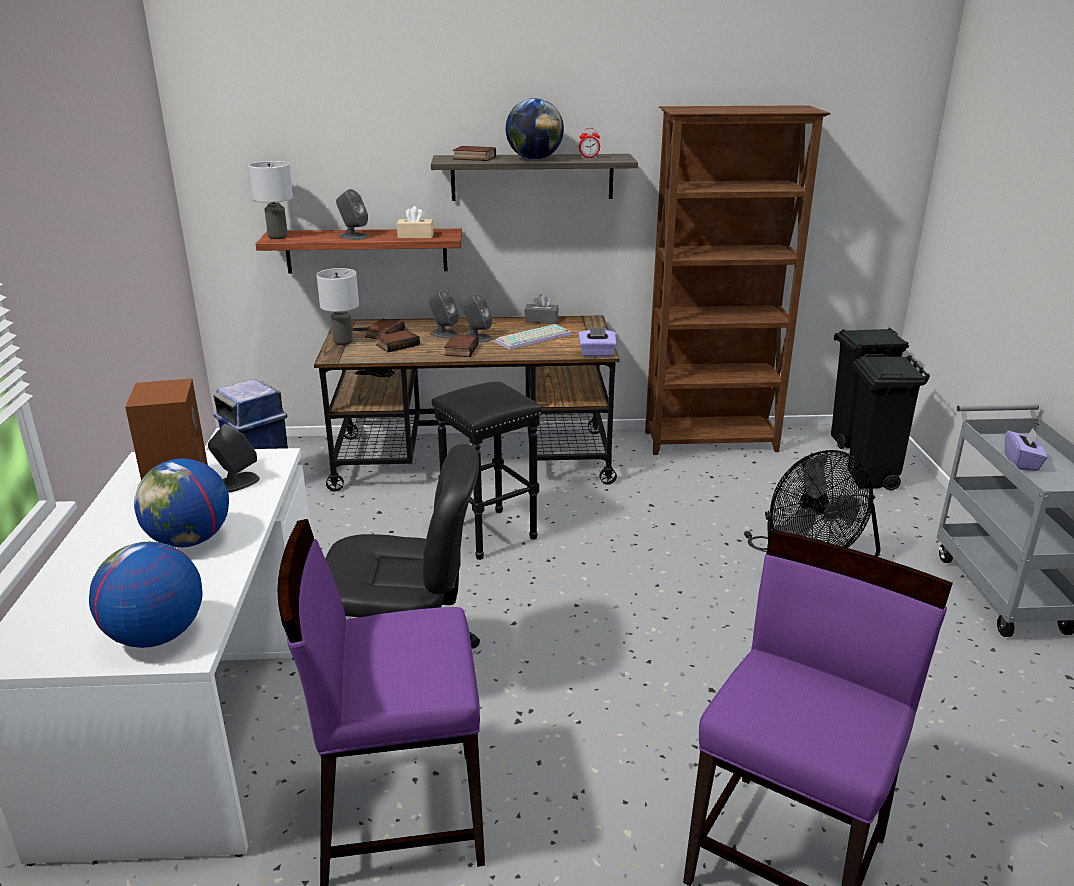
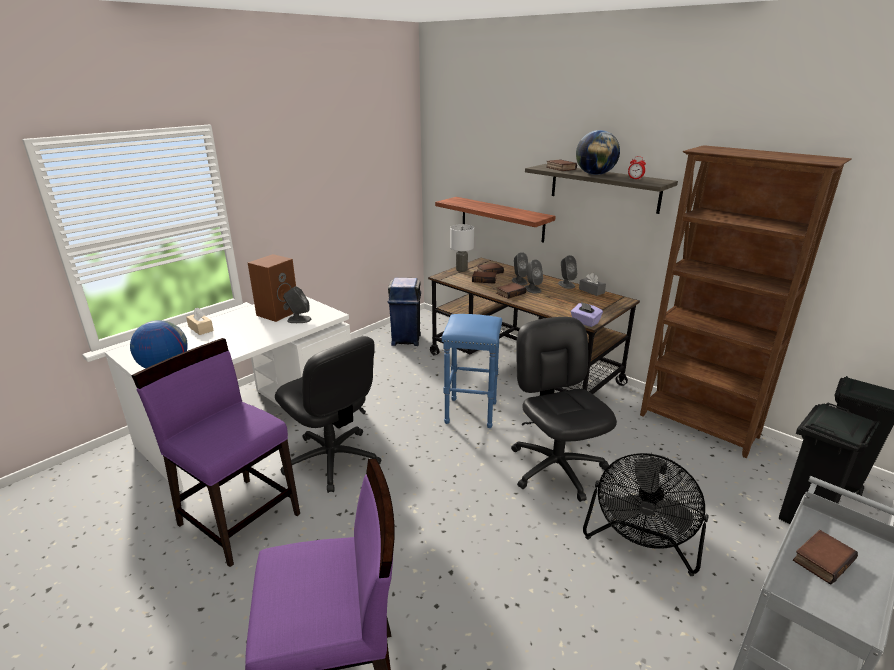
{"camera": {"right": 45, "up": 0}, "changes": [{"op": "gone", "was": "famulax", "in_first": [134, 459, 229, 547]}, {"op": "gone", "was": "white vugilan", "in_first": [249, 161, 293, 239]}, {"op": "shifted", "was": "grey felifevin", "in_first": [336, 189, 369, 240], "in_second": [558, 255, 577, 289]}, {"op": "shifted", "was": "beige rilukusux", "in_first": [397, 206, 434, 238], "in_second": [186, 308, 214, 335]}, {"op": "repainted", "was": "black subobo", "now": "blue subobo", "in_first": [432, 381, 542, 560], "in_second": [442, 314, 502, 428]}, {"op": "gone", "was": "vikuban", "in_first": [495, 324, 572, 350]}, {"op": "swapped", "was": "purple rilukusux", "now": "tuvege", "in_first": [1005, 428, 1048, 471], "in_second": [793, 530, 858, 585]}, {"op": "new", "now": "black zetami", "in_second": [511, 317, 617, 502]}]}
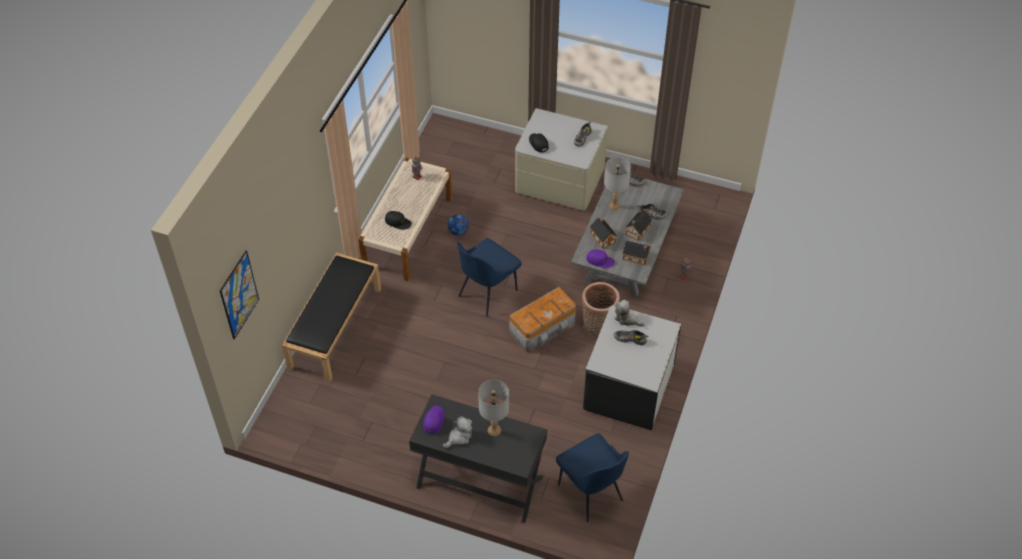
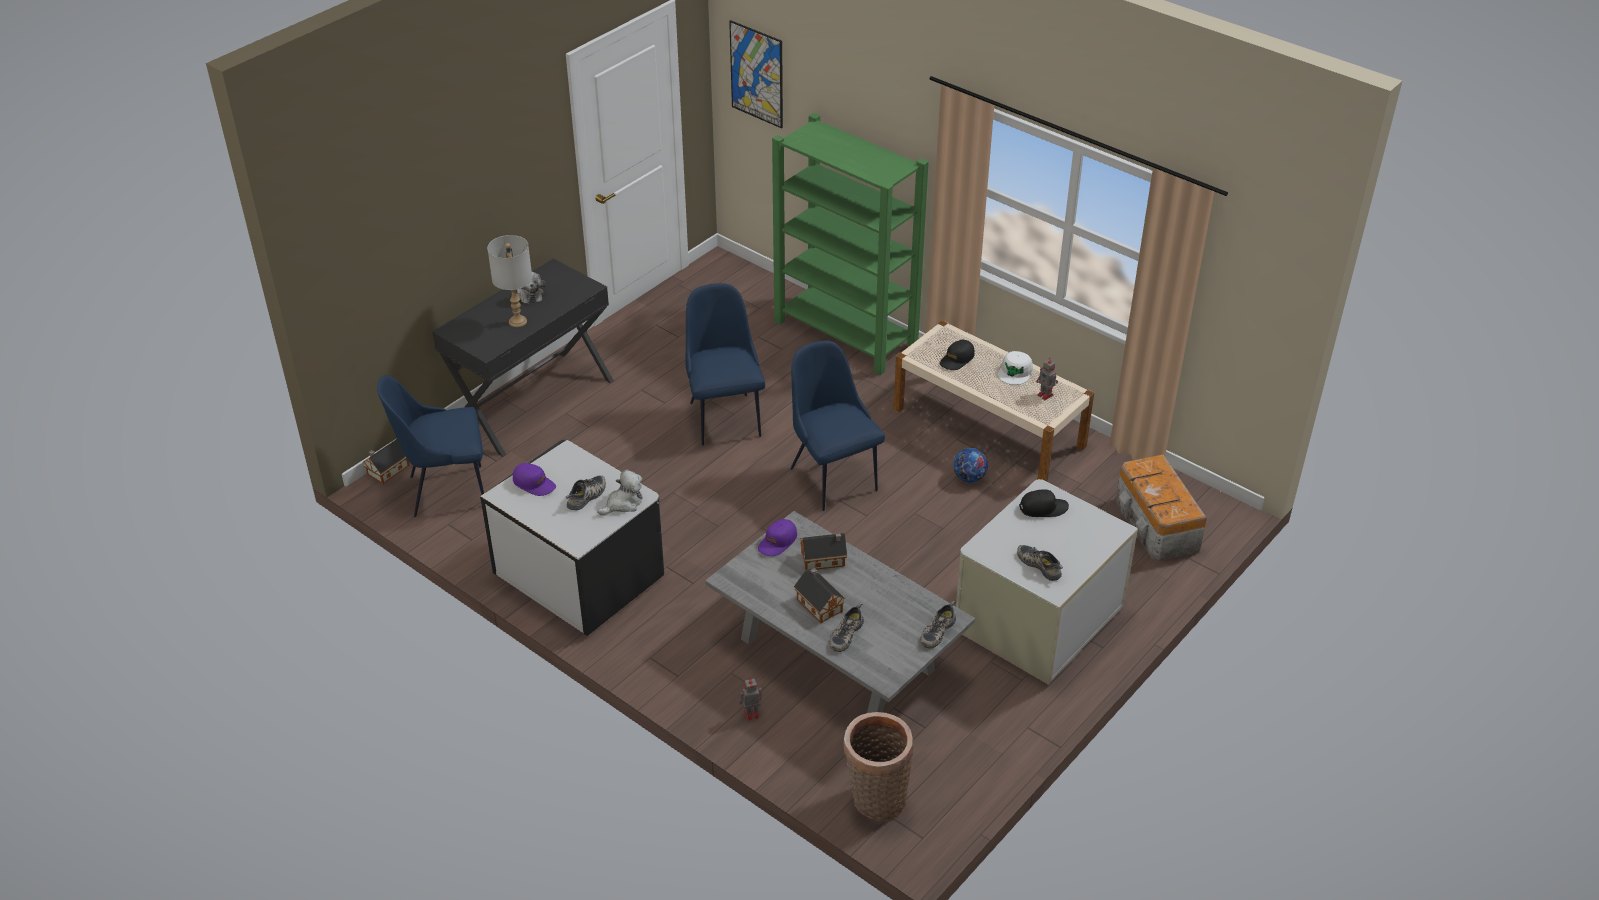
{"camera": {"right": 110, "up": -10}, "changes": [{"op": "swapped", "was": "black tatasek", "now": "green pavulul", "in_first": [282, 253, 381, 382], "in_second": [772, 113, 929, 375]}, {"op": "shifted", "was": "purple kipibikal", "in_first": [424, 406, 444, 434], "in_second": [513, 463, 556, 496]}, {"op": "shifted", "was": "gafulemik", "in_first": [509, 287, 576, 352], "in_second": [1116, 455, 1207, 561]}, {"op": "shifted", "was": "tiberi", "in_first": [582, 282, 620, 337], "in_second": [843, 712, 914, 821]}, {"op": "gone", "was": "grey vugilan", "in_first": [604, 157, 631, 210]}, {"op": "shifted", "was": "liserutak", "in_first": [623, 241, 651, 265], "in_second": [362, 439, 410, 484]}, {"op": "new", "now": "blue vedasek", "in_second": [685, 283, 765, 446]}, {"op": "new", "now": "white kipibikal", "in_second": [998, 351, 1033, 385]}]}
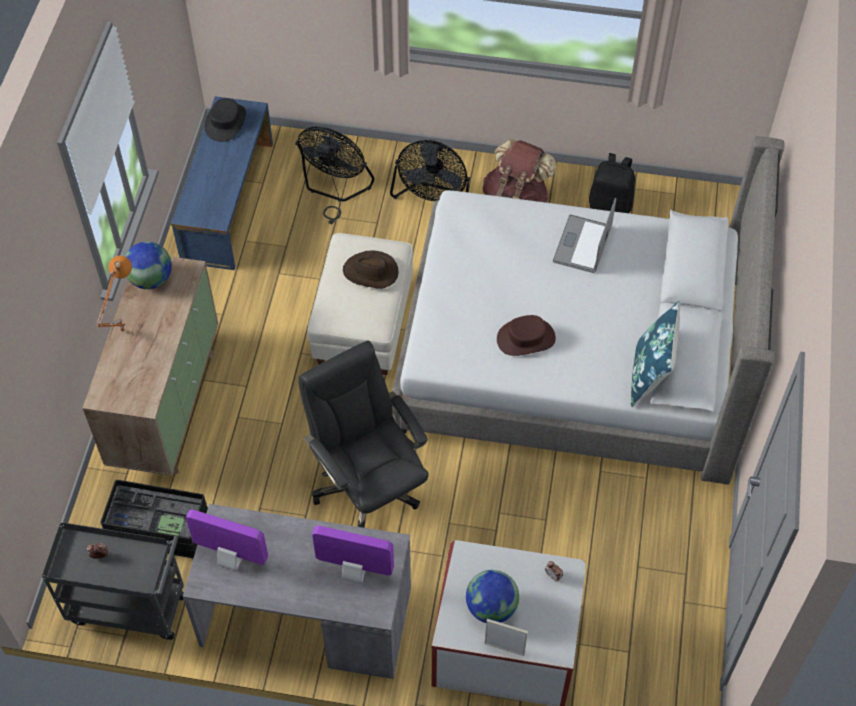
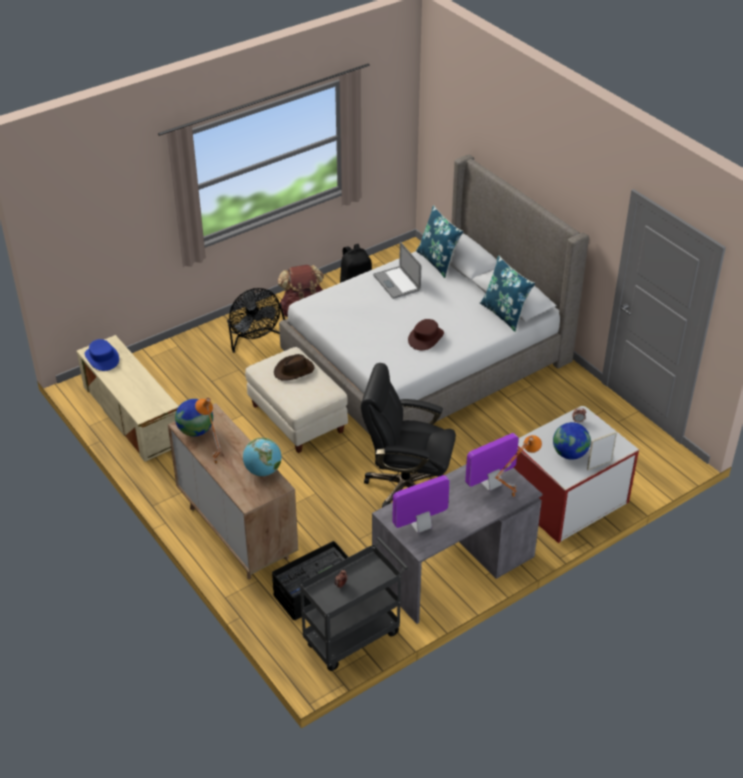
{"camera": {"right": -45, "up": -15}, "changes": [{"op": "repainted", "was": "blue tatasek", "now": "beige tatasek", "in_first": [171, 96, 273, 270], "in_second": [76, 335, 179, 462]}, {"op": "repainted", "was": "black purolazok", "now": "blue purolazok", "in_first": [205, 98, 246, 142], "in_second": [85, 339, 119, 371]}, {"op": "gone", "was": "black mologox", "in_first": [295, 127, 374, 225]}, {"op": "new", "now": "famulax", "in_second": [243, 438, 281, 476]}, {"op": "new", "now": "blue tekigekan", "in_second": [416, 205, 463, 278]}, {"op": "new", "now": "orange vugilan", "in_second": [495, 435, 542, 498]}]}
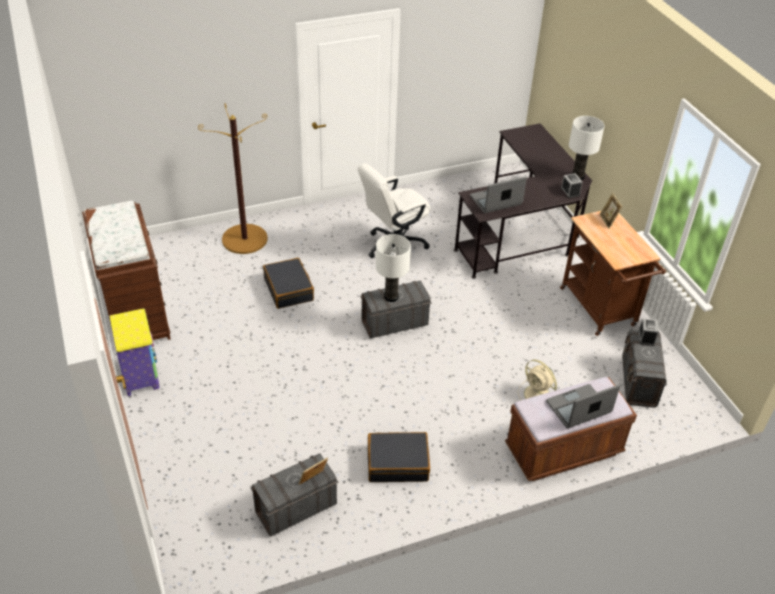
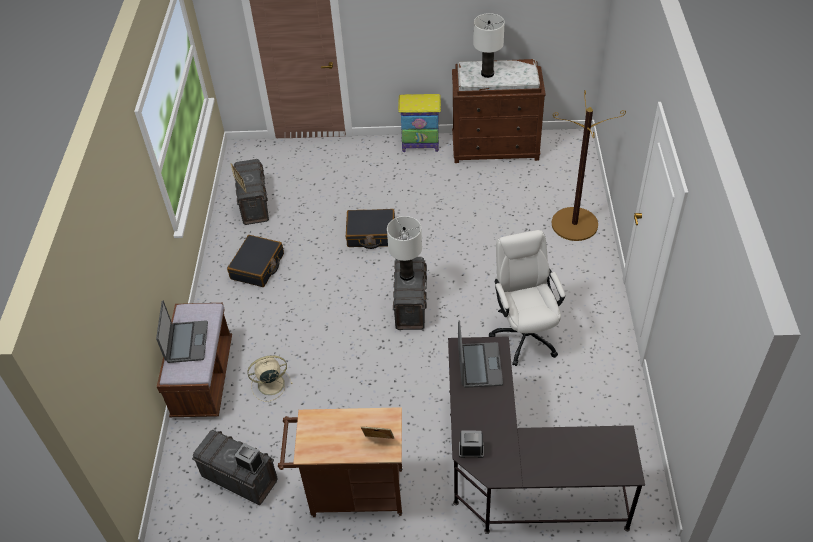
{"camera": {"right": 115, "up": 5}, "changes": [{"op": "shifted", "was": "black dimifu", "in_first": [263, 258, 314, 309], "in_second": [346, 209, 395, 249]}, {"op": "shifted", "was": "white vugilan", "in_first": [569, 116, 605, 180], "in_second": [473, 13, 505, 78]}]}
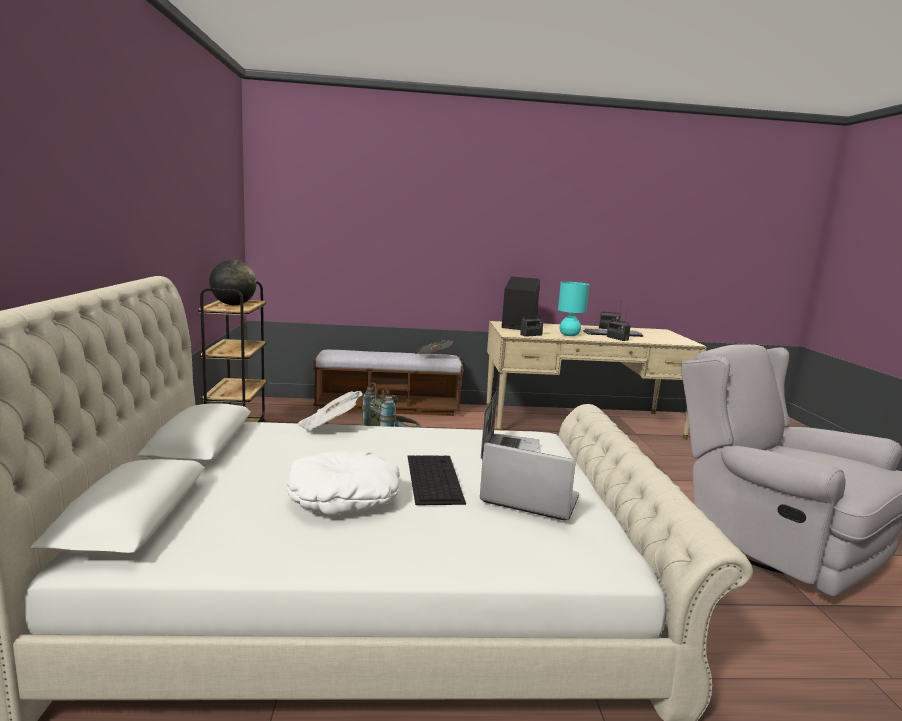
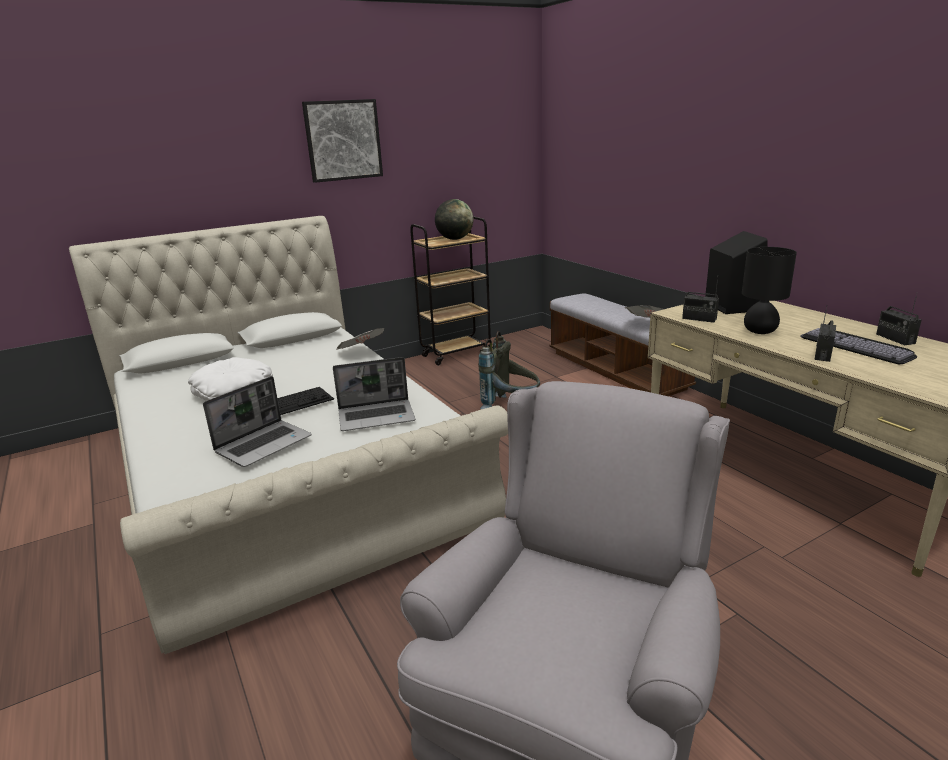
{"camera": {"right": 65, "up": 10}, "changes": [{"op": "rotated", "was": "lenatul", "in_first": [480, 442, 579, 520], "in_second": [203, 376, 312, 467], "clockwise": 45}, {"op": "repainted", "was": "turquoise vugilan", "now": "black vugilan", "in_first": [558, 282, 589, 336], "in_second": [742, 247, 797, 334]}, {"op": "new", "now": "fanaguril", "in_second": [302, 99, 383, 183]}]}
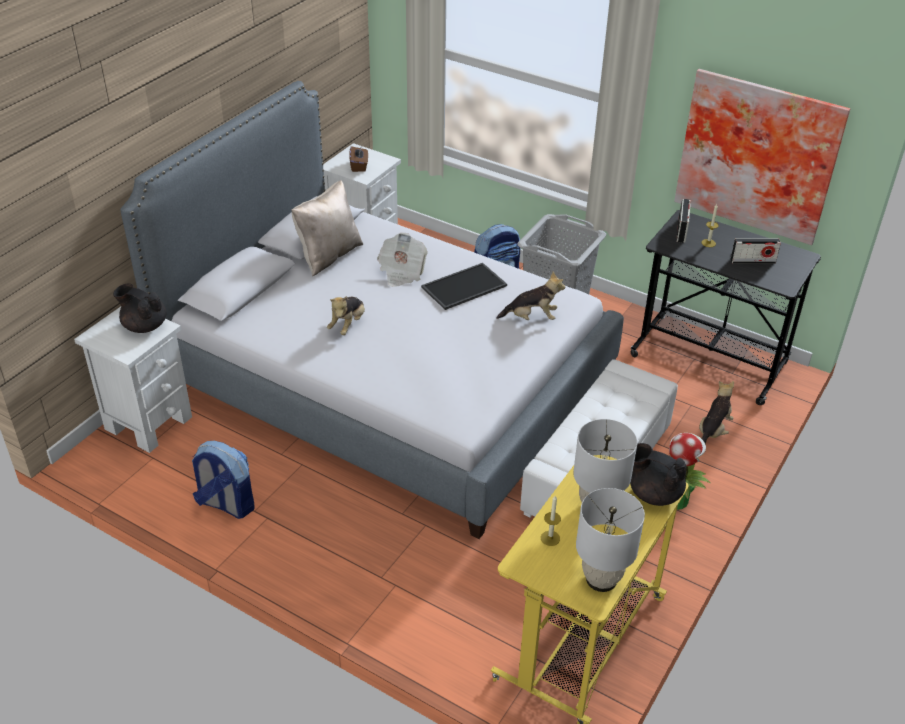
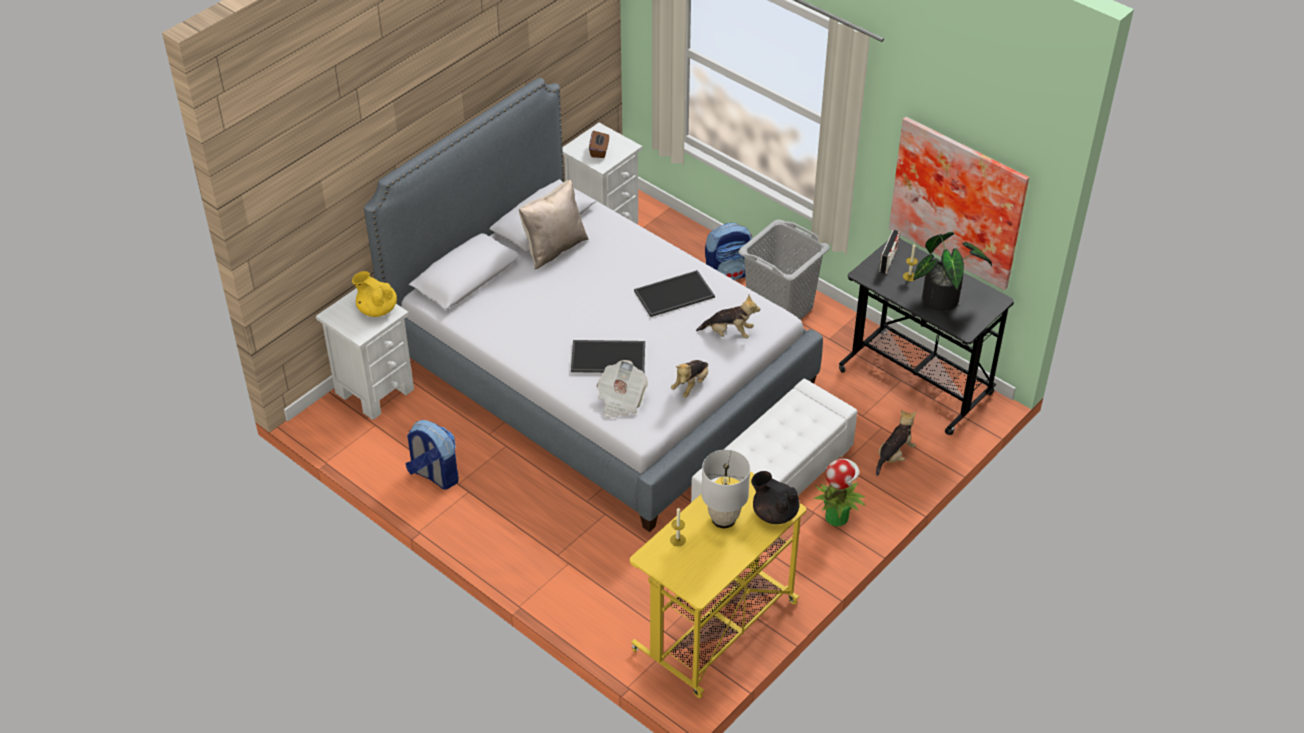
{"camera": {"right": 10, "up": 5}, "changes": [{"op": "repainted", "was": "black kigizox", "now": "yellow kigizox", "in_first": [113, 283, 166, 333], "in_second": [352, 271, 397, 317]}, {"op": "shifted", "was": "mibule", "in_first": [327, 296, 365, 335], "in_second": [671, 360, 708, 397]}, {"op": "shifted", "was": "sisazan", "in_first": [377, 233, 428, 287], "in_second": [597, 360, 648, 418]}, {"op": "gone", "was": "white vugilan", "in_first": [576, 488, 645, 592]}, {"op": "swapped", "was": "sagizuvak", "now": "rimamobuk", "in_first": [731, 238, 781, 264], "in_second": [913, 232, 992, 311]}, {"op": "new", "now": "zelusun", "in_second": [571, 340, 645, 373]}]}
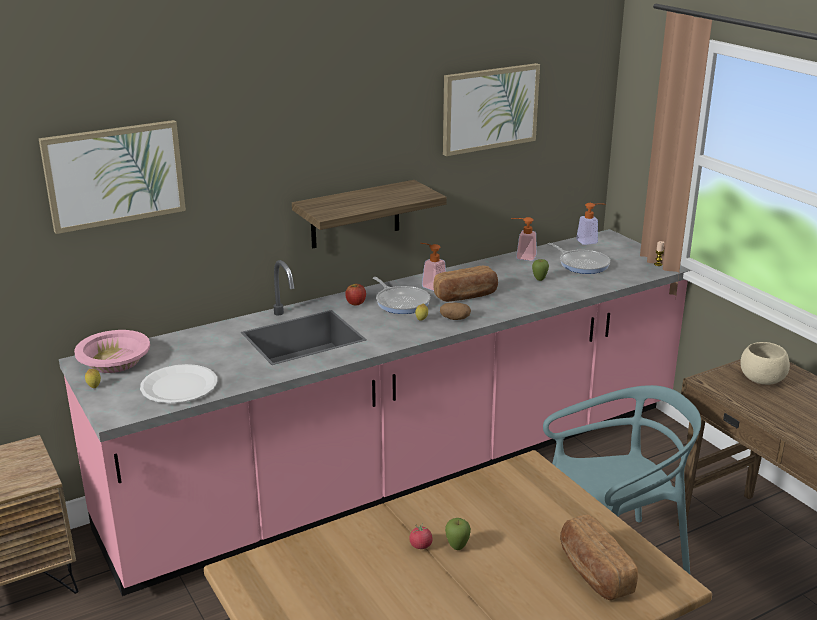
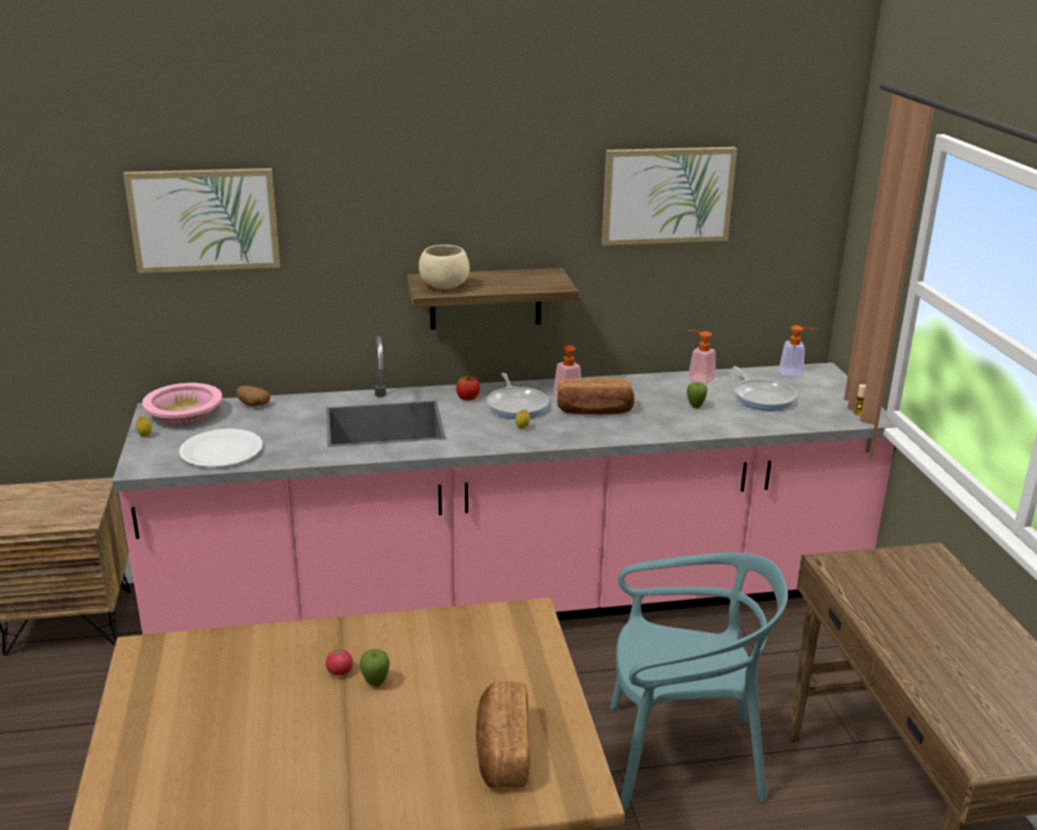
{"camera": {"right": 20, "up": 0}, "changes": [{"op": "shifted", "was": "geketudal", "in_first": [440, 303, 471, 320], "in_second": [236, 386, 270, 406]}, {"op": "shifted", "was": "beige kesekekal", "in_first": [740, 342, 790, 385], "in_second": [419, 245, 470, 289]}]}
